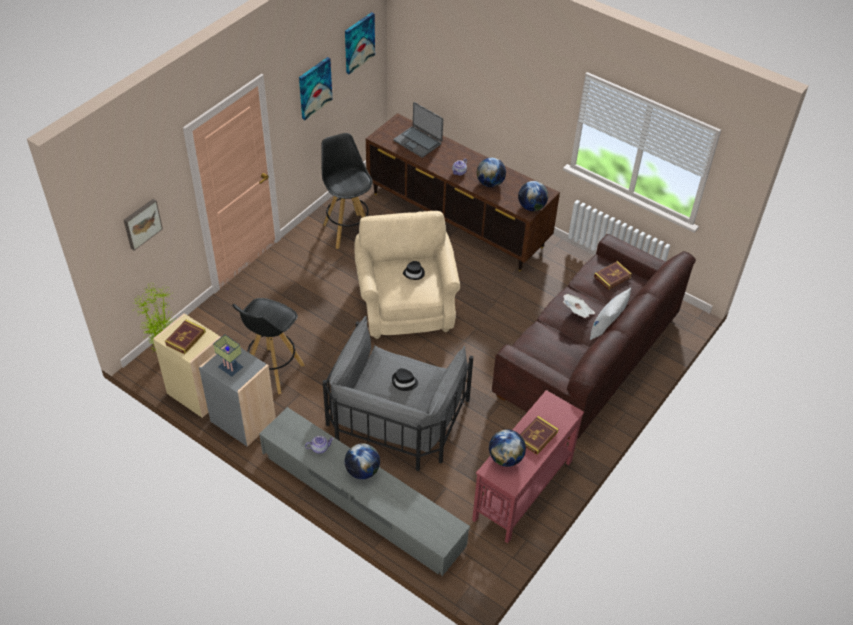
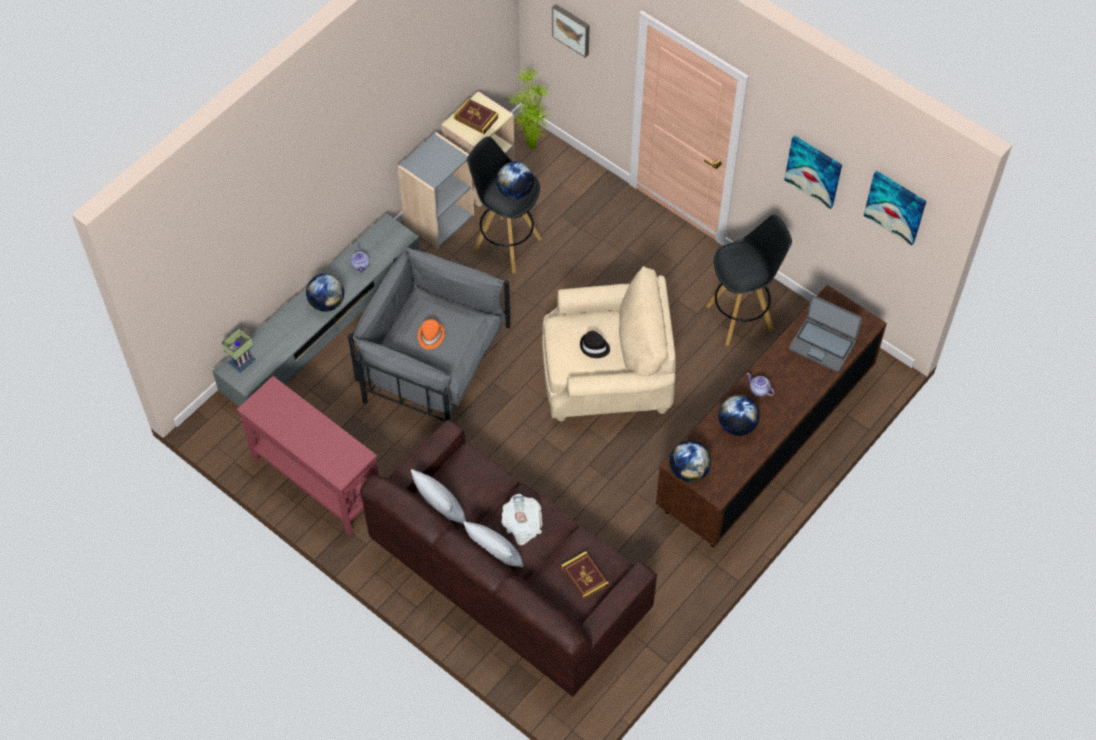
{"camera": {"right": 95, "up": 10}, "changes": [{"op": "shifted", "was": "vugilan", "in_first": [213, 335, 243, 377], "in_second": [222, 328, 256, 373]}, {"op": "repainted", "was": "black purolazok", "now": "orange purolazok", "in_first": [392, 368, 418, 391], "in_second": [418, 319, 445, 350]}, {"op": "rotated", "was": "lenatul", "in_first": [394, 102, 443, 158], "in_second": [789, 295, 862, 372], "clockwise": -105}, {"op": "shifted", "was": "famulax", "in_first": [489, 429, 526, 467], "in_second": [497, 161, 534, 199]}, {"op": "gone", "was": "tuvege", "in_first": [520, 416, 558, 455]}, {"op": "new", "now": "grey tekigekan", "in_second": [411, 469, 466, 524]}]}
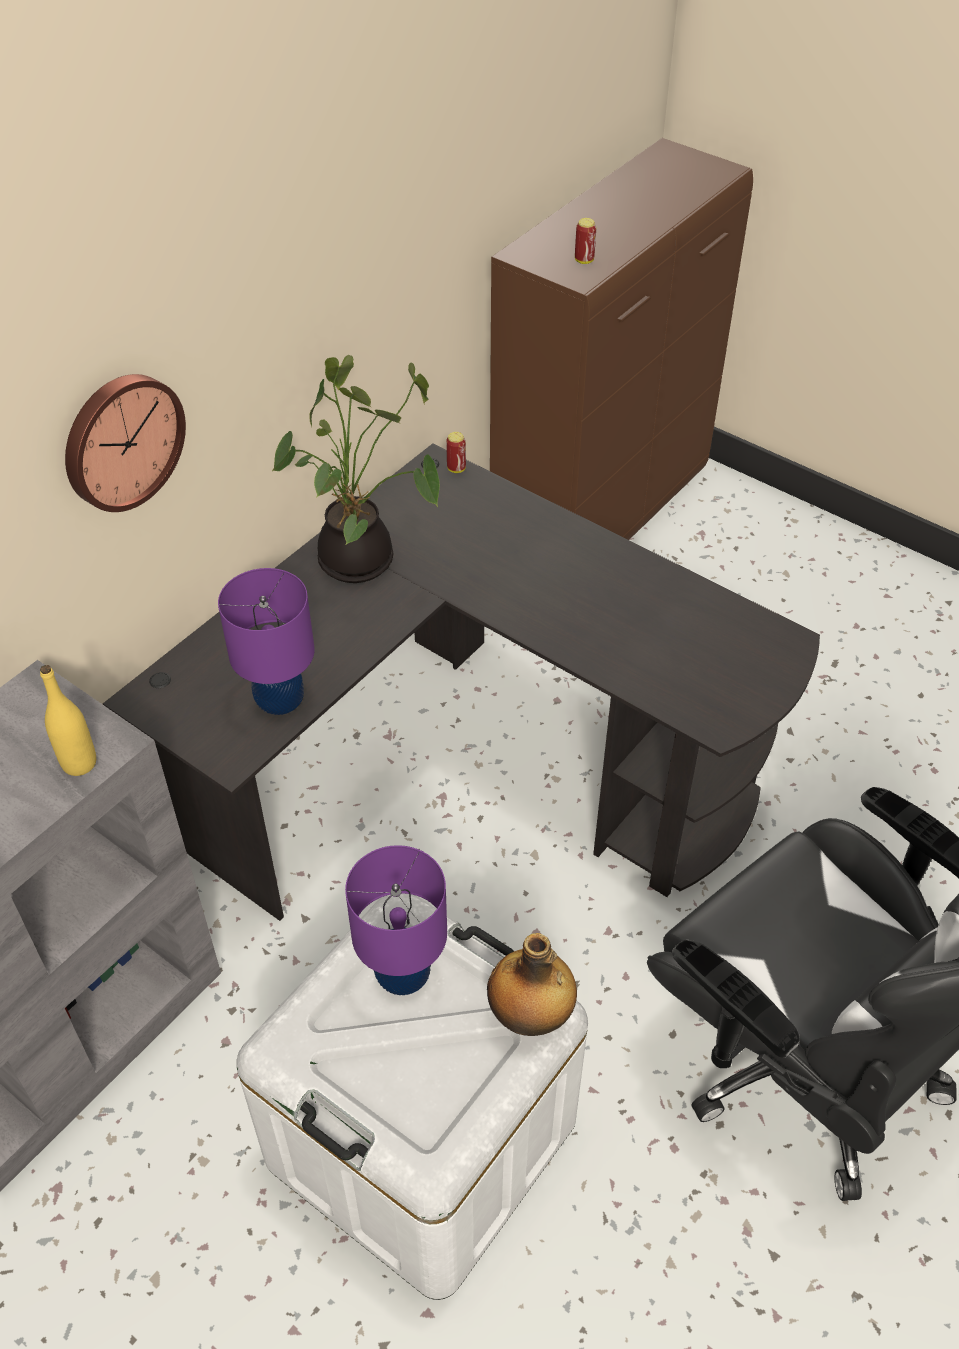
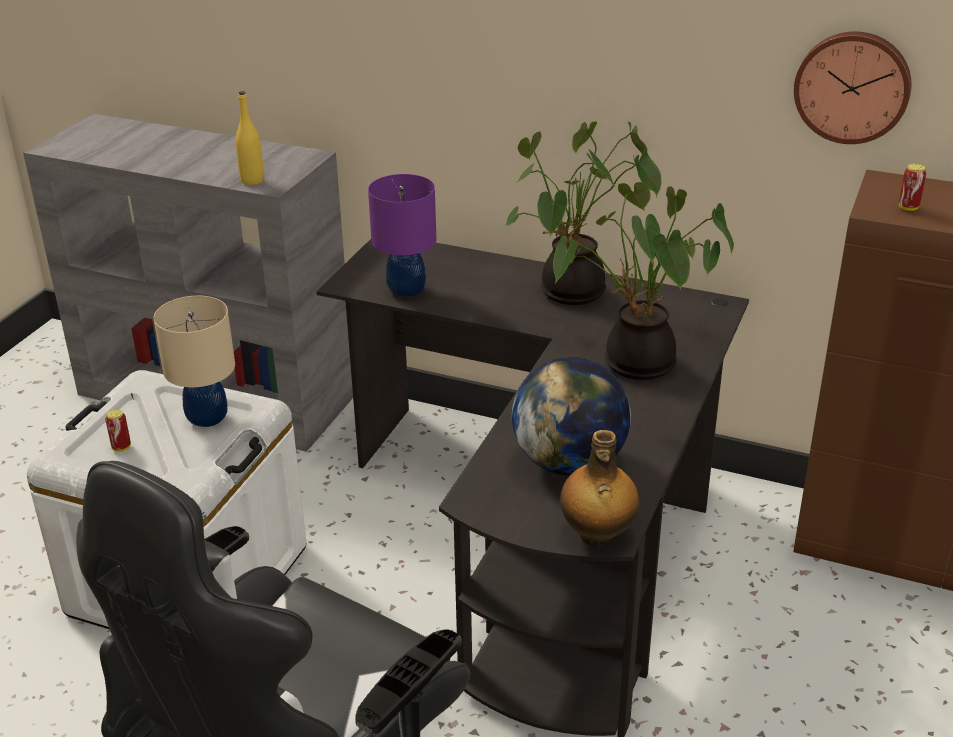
{"camera": {"right": 75, "up": -15}, "changes": [{"op": "shifted", "was": "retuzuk", "in_first": [65, 374, 186, 512], "in_second": [794, 31, 911, 144]}, {"op": "repainted", "was": "purple vugilan", "now": "beige vugilan", "in_first": [345, 845, 447, 995], "in_second": [154, 296, 235, 427]}, {"op": "shifted", "was": "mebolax", "in_first": [446, 432, 466, 473], "in_second": [105, 409, 131, 452]}, {"op": "shifted", "was": "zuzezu", "in_first": [487, 933, 577, 1036], "in_second": [560, 430, 639, 547]}, {"op": "new", "now": "famulax", "in_second": [512, 357, 631, 476]}, {"op": "new", "now": "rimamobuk", "in_second": [553, 182, 734, 380]}]}
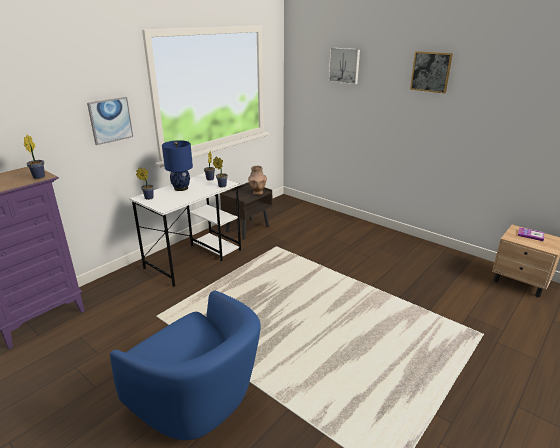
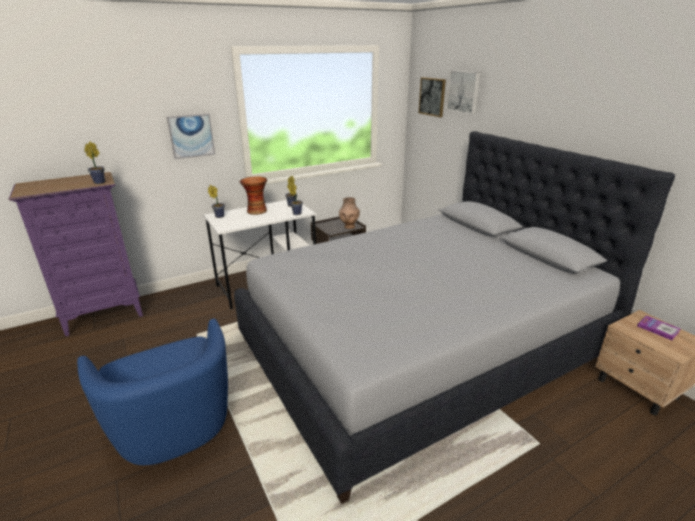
{"camera": {"right": 20, "up": 0}, "changes": [{"op": "swapped", "was": "blue vugilan", "now": "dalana", "in_first": [162, 140, 193, 191], "in_second": [240, 176, 267, 215]}, {"op": "shifted", "was": "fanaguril", "in_first": [410, 51, 453, 93], "in_second": [419, 77, 446, 117]}, {"op": "new", "now": "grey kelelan", "in_second": [234, 131, 675, 504]}]}
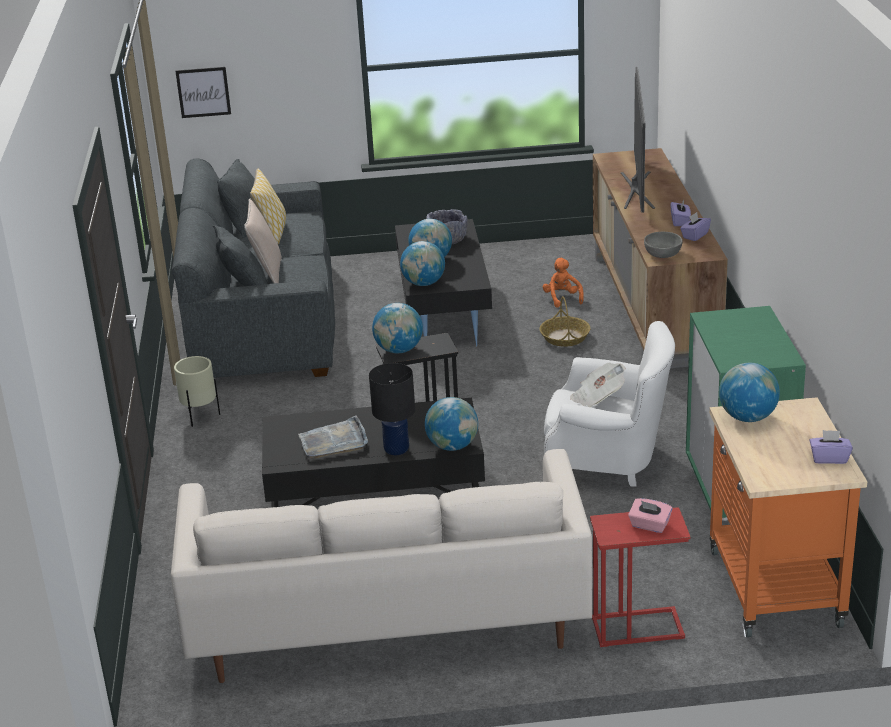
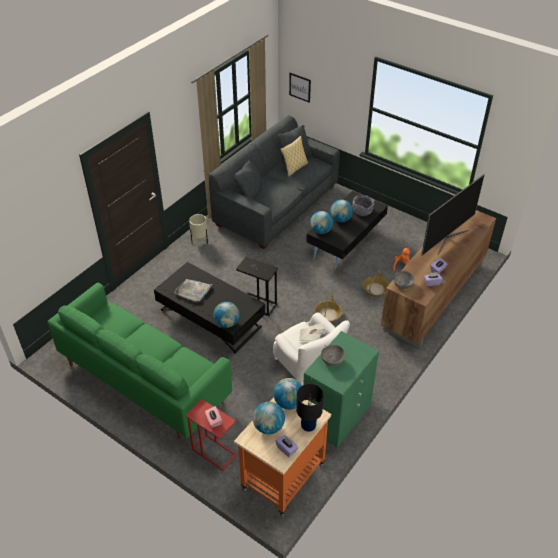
{"camera": {"right": 40, "up": 15}, "changes": [{"op": "repainted", "was": "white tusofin", "now": "green tusofin", "in_first": [171, 449, 592, 683], "in_second": [48, 283, 232, 440]}, {"op": "gone", "was": "beige tekigekan", "in_first": [244, 199, 282, 283]}, {"op": "shifted", "was": "black vugilan", "in_first": [369, 363, 415, 455], "in_second": [296, 384, 324, 432]}, {"op": "shifted", "was": "famulax", "in_first": [372, 303, 423, 353], "in_second": [253, 402, 285, 434]}, {"op": "new", "now": "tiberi", "in_second": [315, 295, 342, 322]}, {"op": "new", "now": "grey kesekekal", "in_second": [321, 345, 345, 366]}]}
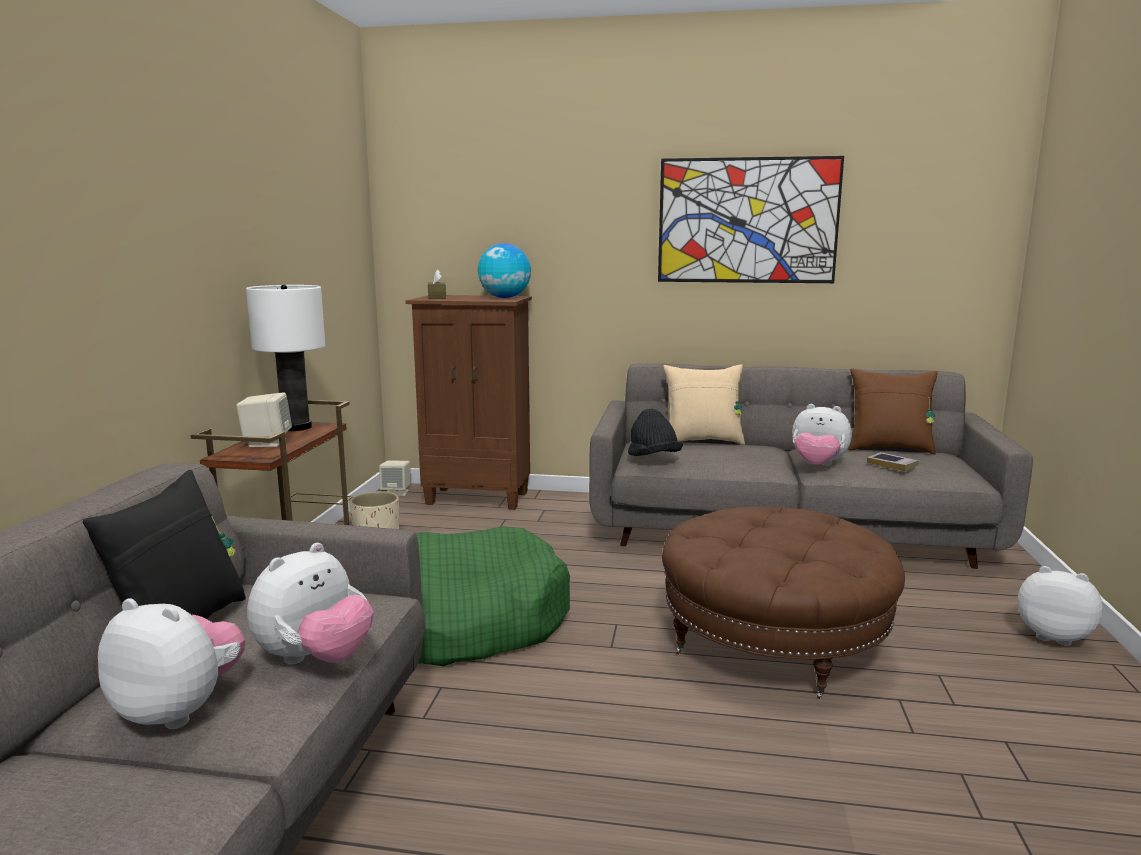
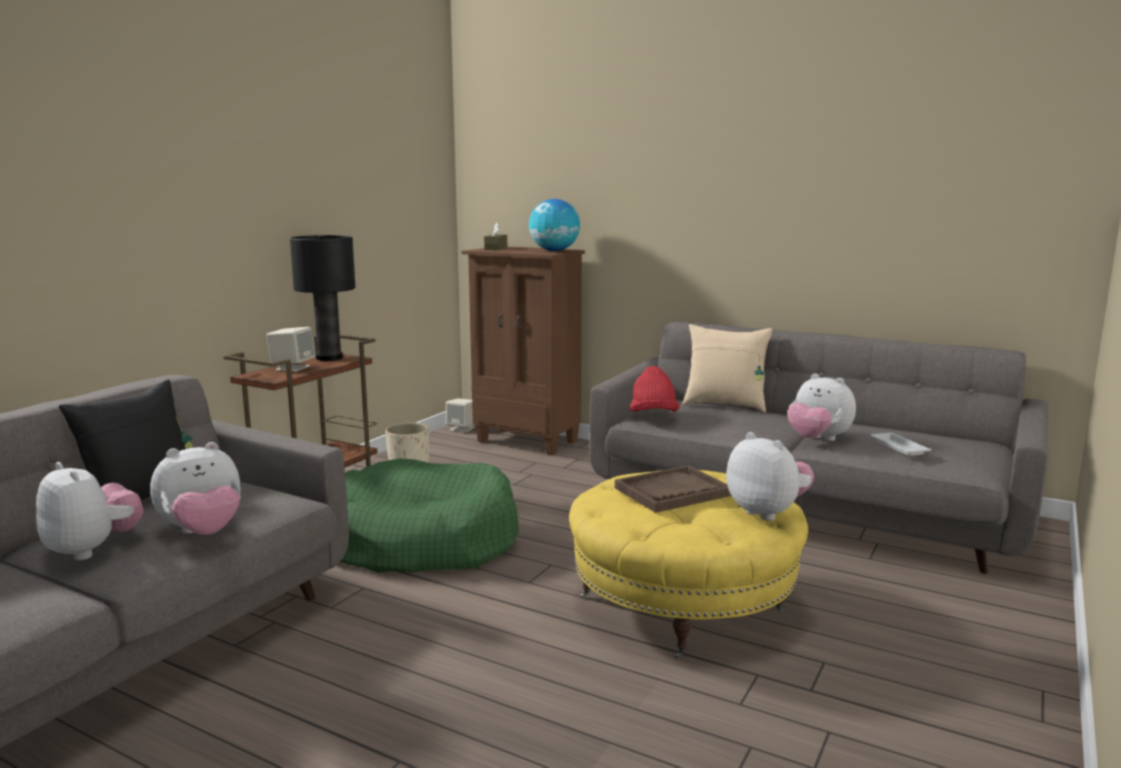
{"camera": {"right": 20, "up": 0}, "changes": [{"op": "repainted", "was": "white vugilan", "now": "black vugilan", "in_first": [246, 285, 325, 431], "in_second": [290, 235, 355, 361]}, {"op": "repainted", "was": "black purolazok", "now": "red purolazok", "in_first": [628, 409, 683, 456], "in_second": [629, 366, 680, 412]}, {"op": "gone", "was": "fanaguril", "in_first": [658, 156, 844, 283]}, {"op": "repainted", "was": "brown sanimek", "now": "yellow sanimek", "in_first": [662, 507, 905, 699], "in_second": [569, 470, 808, 659]}, {"op": "gone", "was": "brown tekigekan", "in_first": [849, 368, 938, 455]}, {"op": "swapped", "was": "tuvege", "now": "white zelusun", "in_first": [867, 452, 919, 472], "in_second": [871, 433, 931, 456]}, {"op": "shifted", "was": "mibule", "in_first": [1018, 566, 1103, 646], "in_second": [726, 432, 814, 521]}, {"op": "new", "now": "brown zelusun", "in_second": [615, 465, 731, 513]}]}
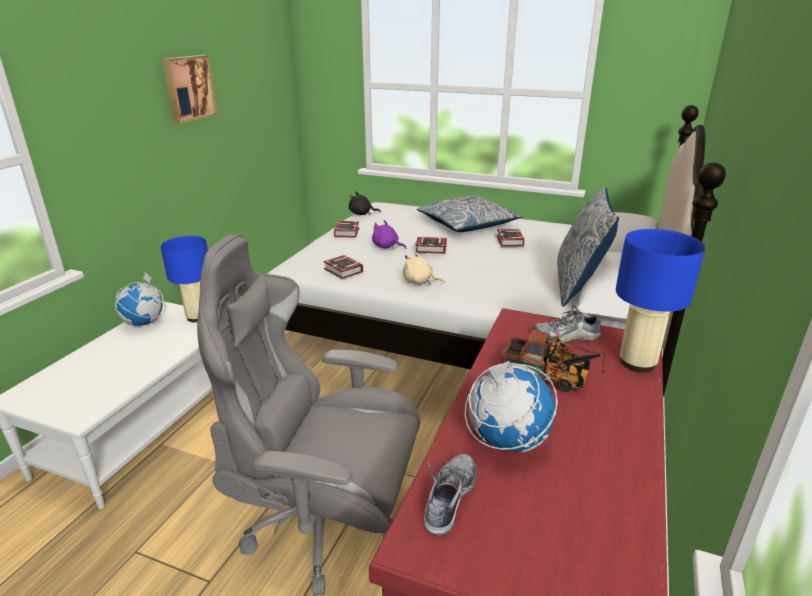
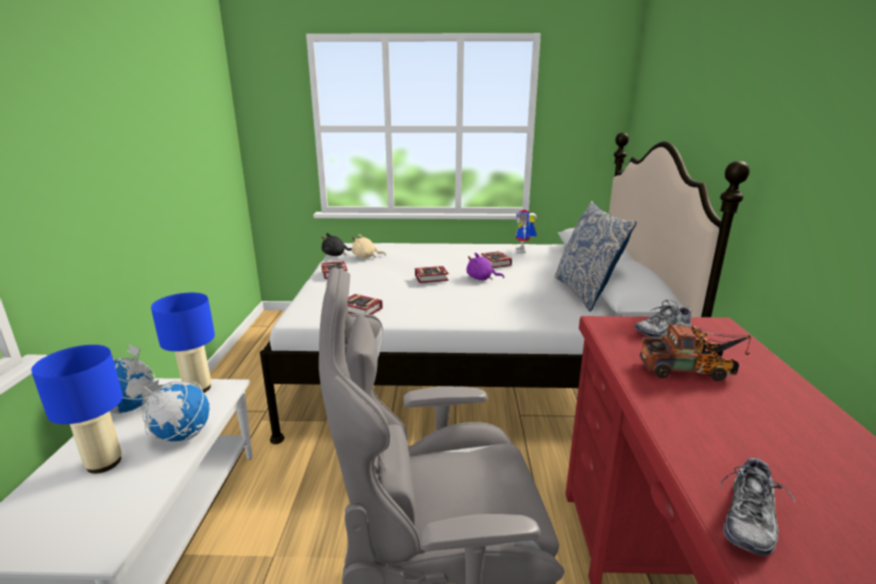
{"camera": {"right": -20, "up": -5}, "changes": [{"op": "gone", "was": "fanaguril", "in_first": [162, 55, 218, 124]}, {"op": "shifted", "was": "purple mibule", "in_first": [372, 220, 406, 249], "in_second": [466, 253, 504, 280]}, {"op": "shifted", "was": "beige mibule", "in_first": [403, 251, 445, 285], "in_second": [352, 234, 386, 258]}, {"op": "gone", "was": "tekigekan", "in_first": [417, 195, 522, 232]}, {"op": "rotated", "was": "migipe", "in_first": [424, 454, 478, 535], "in_second": [720, 457, 796, 556], "clockwise": -150}, {"op": "shifted", "was": "famulax", "in_first": [464, 361, 558, 452], "in_second": [142, 379, 209, 441]}, {"op": "shifted", "was": "blue vugilan", "in_first": [616, 229, 705, 372], "in_second": [31, 345, 123, 474]}, {"op": "new", "now": "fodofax", "in_second": [516, 210, 537, 253]}]}
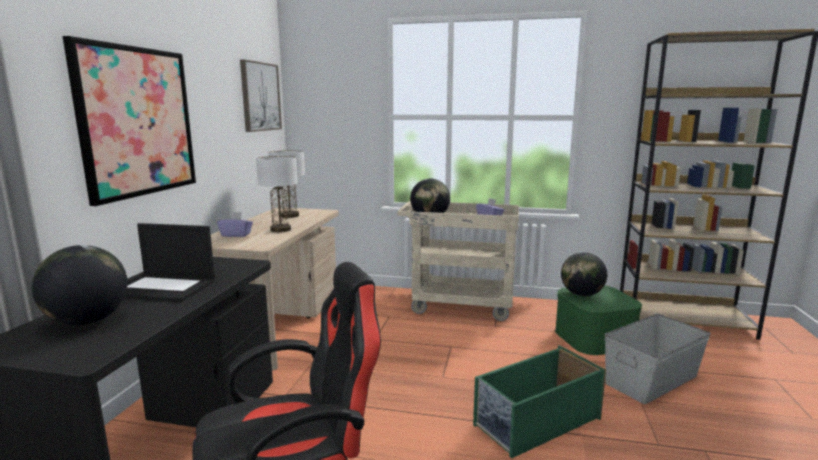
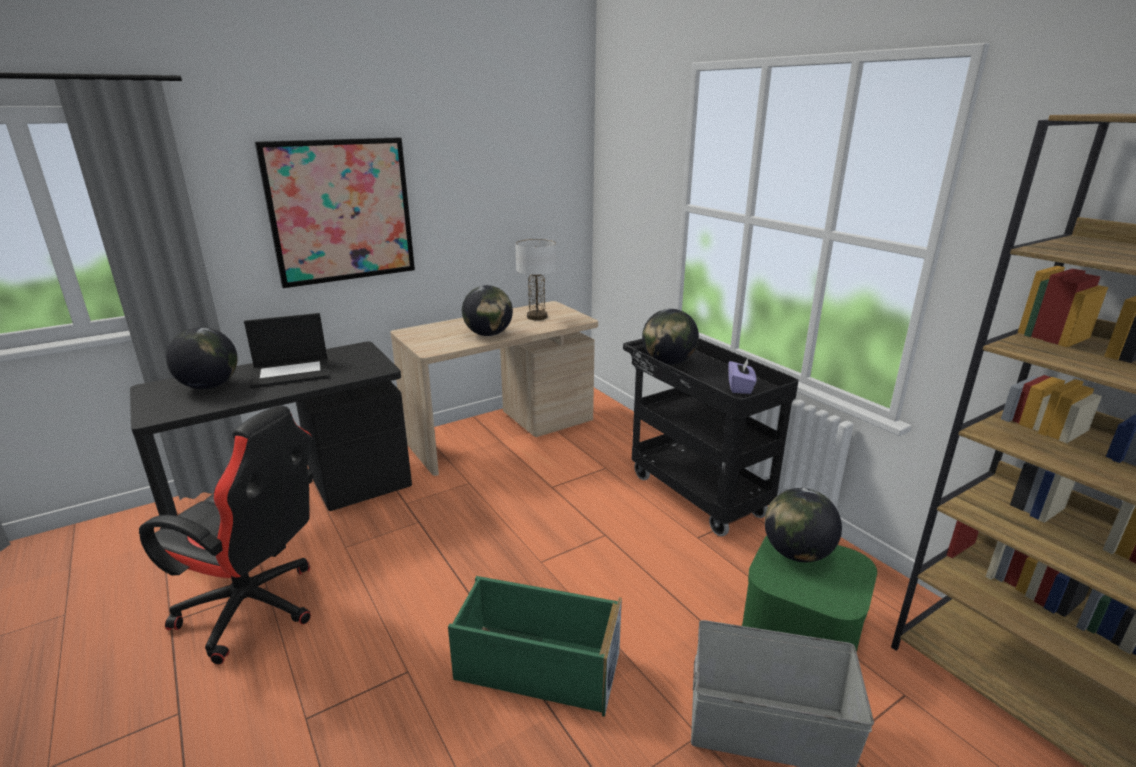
{"camera": {"right": 45, "up": 10}, "changes": [{"op": "rotated", "was": "lenatul", "in_first": [124, 223, 215, 302], "in_second": [244, 313, 330, 388], "clockwise": -75}, {"op": "gone", "was": "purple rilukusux", "in_first": [217, 212, 253, 237]}, {"op": "gone", "was": "fanaguril", "in_first": [240, 59, 282, 132]}, {"op": "swapped", "was": "vugilan", "now": "famulax", "in_first": [256, 156, 297, 232], "in_second": [462, 285, 513, 336]}, {"op": "repainted", "was": "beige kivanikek", "now": "black kivanikek", "in_first": [398, 201, 519, 321], "in_second": [623, 338, 799, 537]}]}
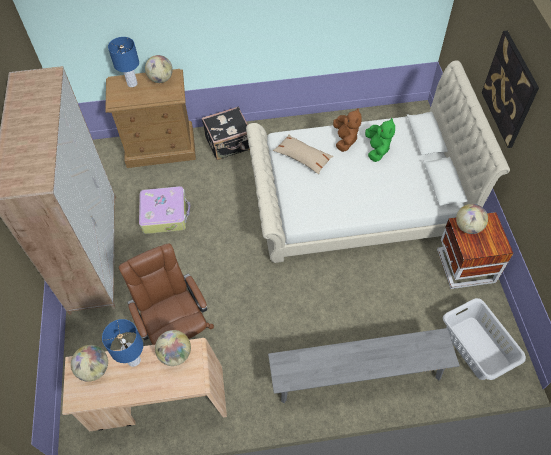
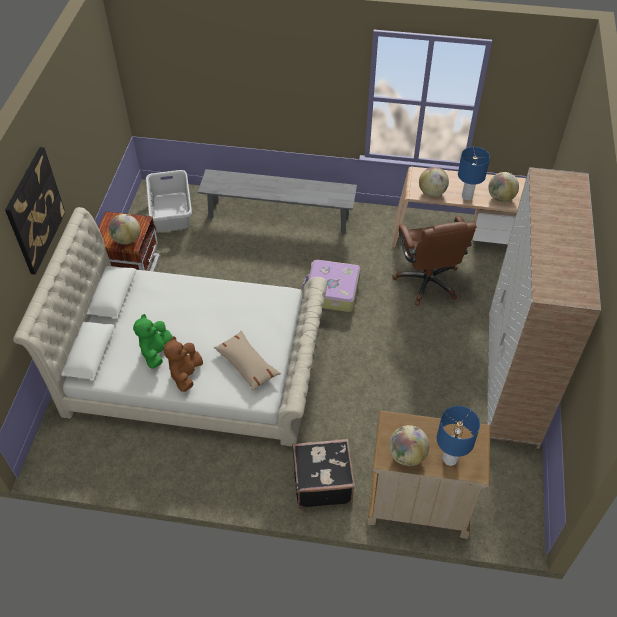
{"camera": {"right": -165, "up": -5}, "changes": [{"op": "shifted", "was": "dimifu", "in_first": [139, 186, 190, 234], "in_second": [302, 260, 360, 312]}]}
